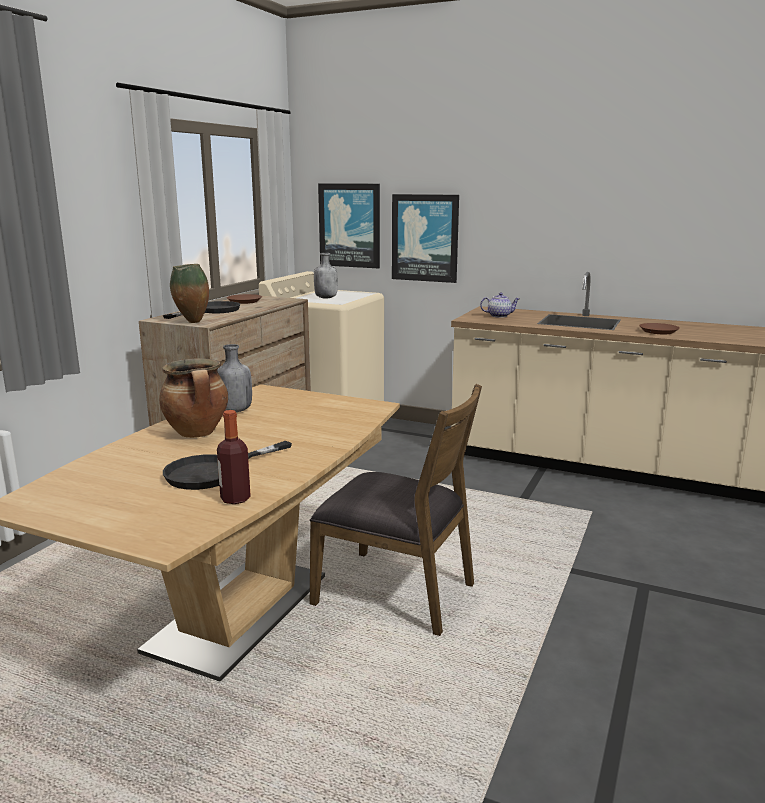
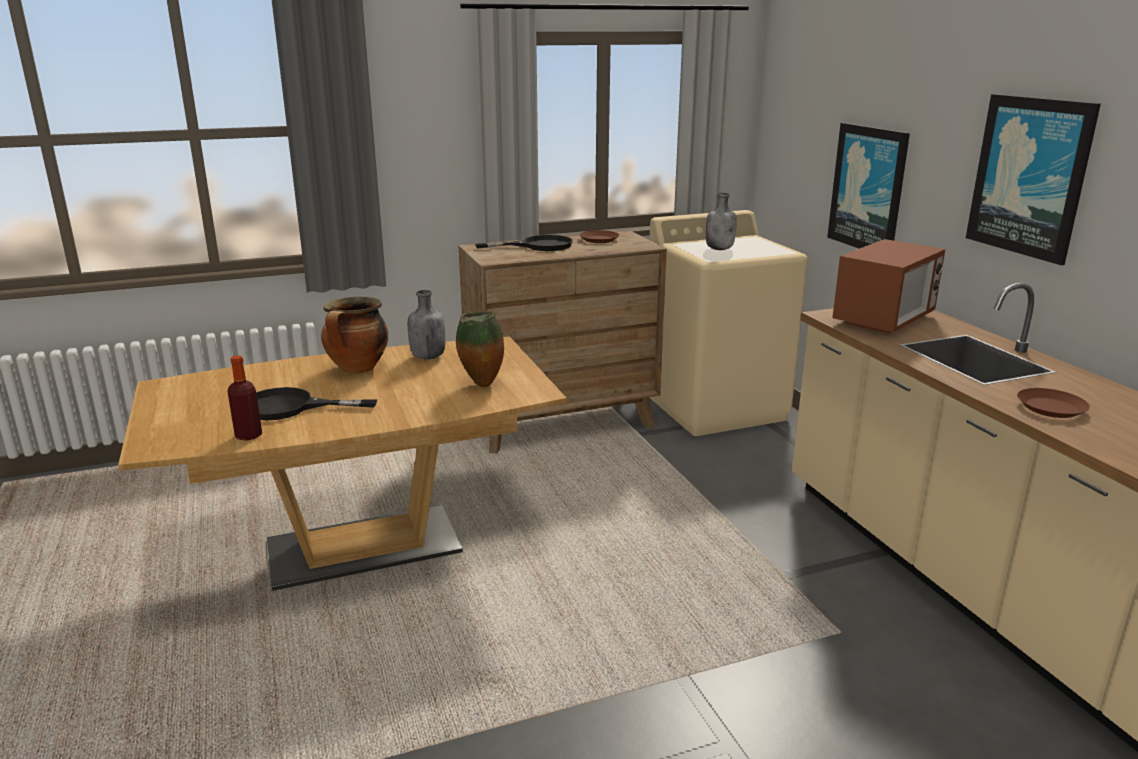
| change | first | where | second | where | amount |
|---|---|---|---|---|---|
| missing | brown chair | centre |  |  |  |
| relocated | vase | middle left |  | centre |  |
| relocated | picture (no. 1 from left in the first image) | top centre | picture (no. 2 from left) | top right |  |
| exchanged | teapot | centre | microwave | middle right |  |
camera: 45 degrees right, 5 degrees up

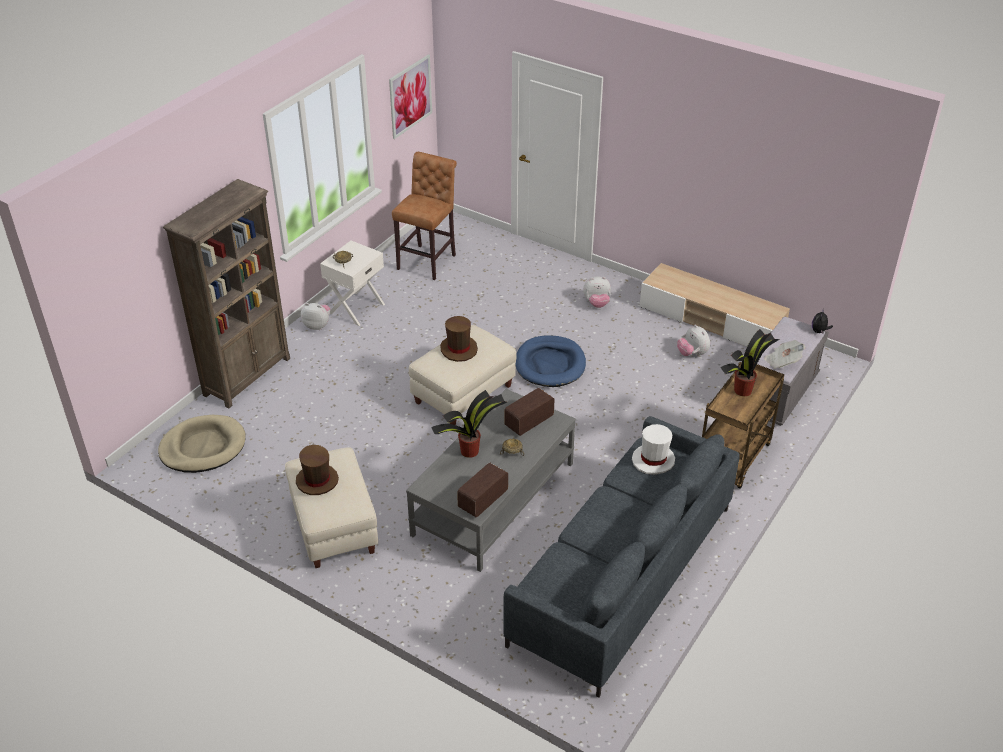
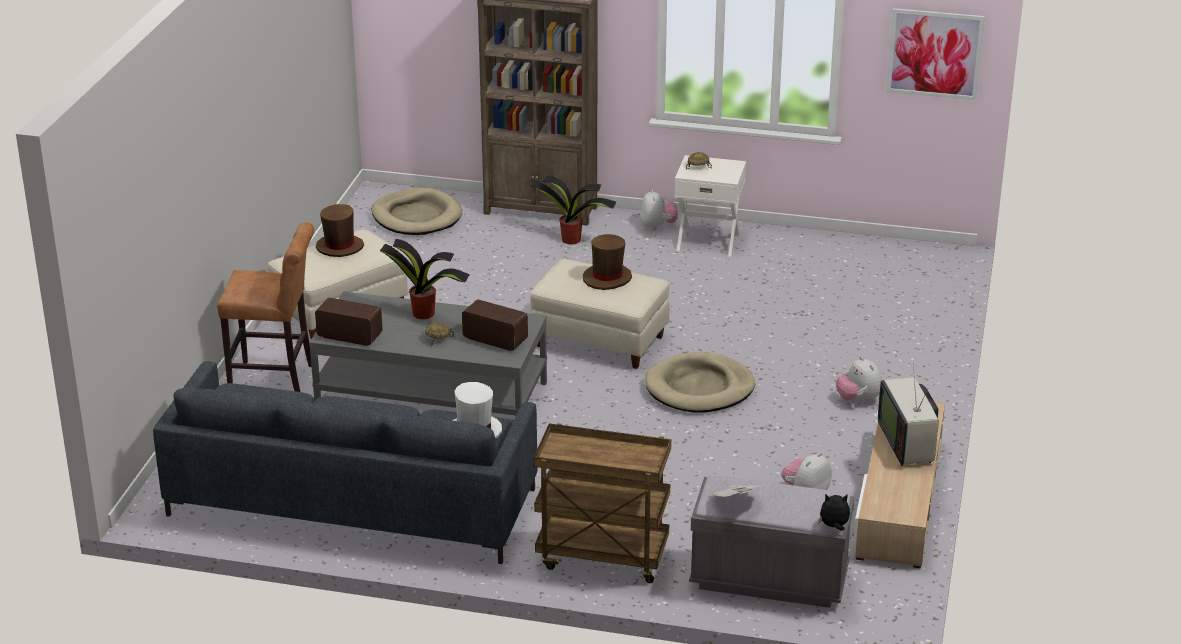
| change | first | where | second | where | amount |
|---|---|---|---|---|---|
| appeared |  |  | television | middle right |  |
| relocated | brown stool | top centre |  | middle left |  |
| relocated | potted plant (no. 2 from left) | middle right |  | top centre |  |
| colour | blue dog bed | centre | beige dog bed (no. 2 from left) | centre |  |
camera: 70 degrees right, 10 degrees down

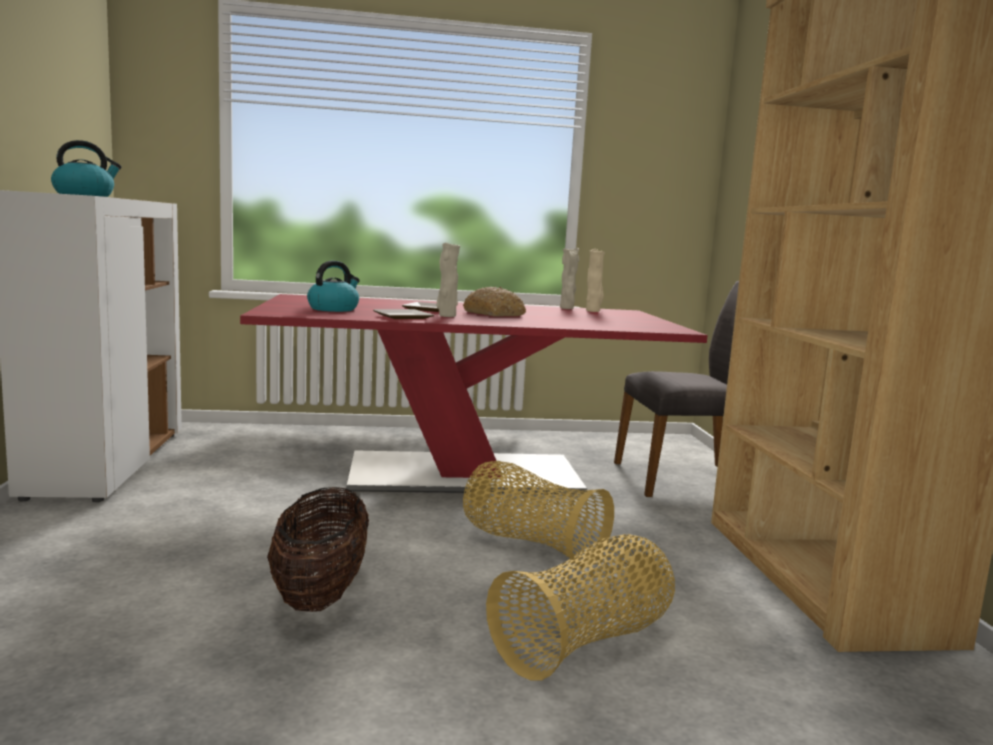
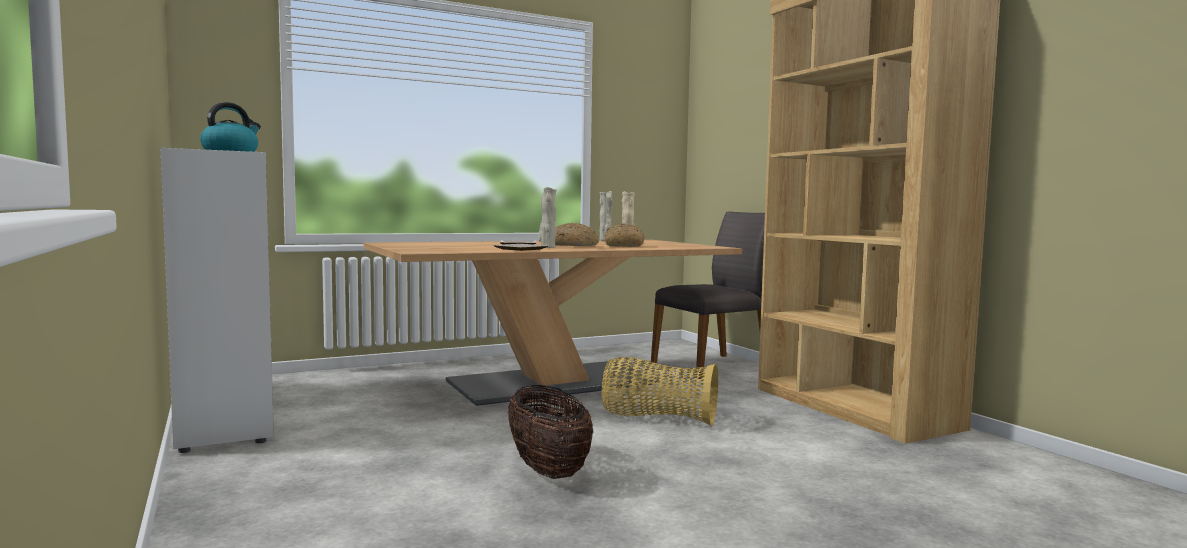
| change | first | where | second | where | amount |
|---|---|---|---|---|---|
| missing | kettle (no. 2 from left) | centre |  |  |  |
| missing | basket (no. 3 from left) | bottom centre |  |  |  |
| appeared |  |  | bread (no. 2 from left) | centre |  |
| colour | red dining table | centre | beige dining table | centre |  |
camera: 20 degrees left, 5 degrees down

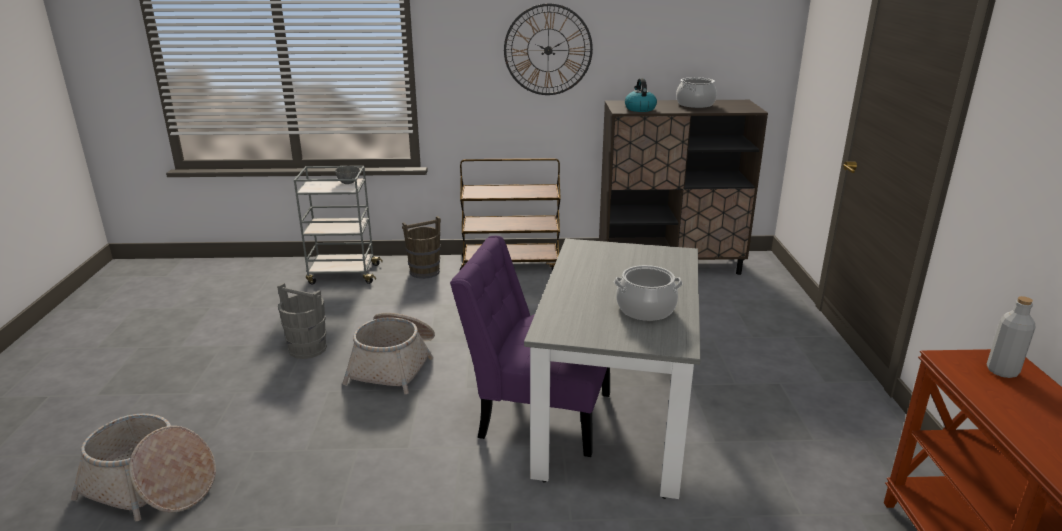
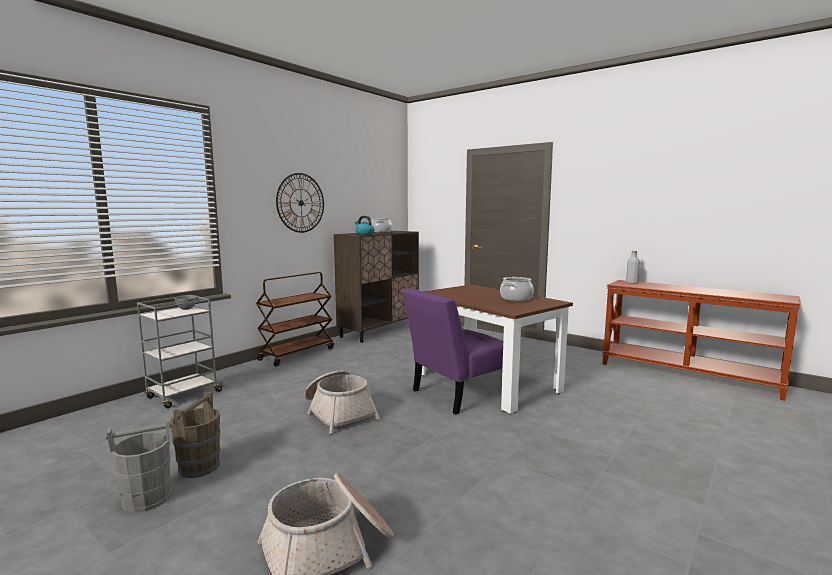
| change | first | where | second | where | amount |
|---|---|---|---|---|---|
| relocated | grey bucket | middle left |  | bottom left |  |
| relocated | brown bucket | centre |  | bottom left |  |
| colour | grey dining table | bottom centre | brown dining table | centre |  |
camera: 50 degrees left, 15 degrees down

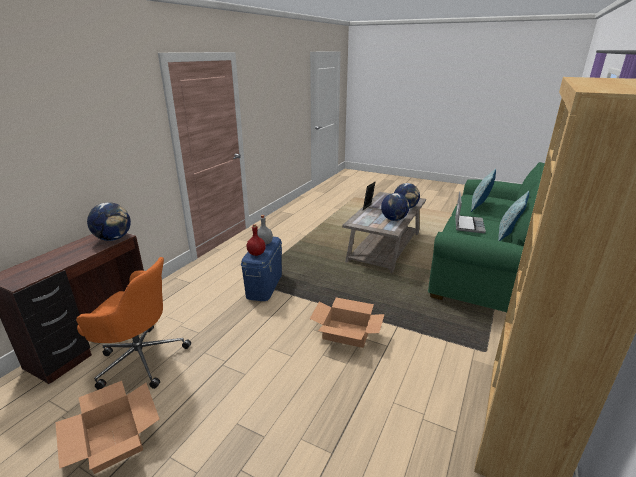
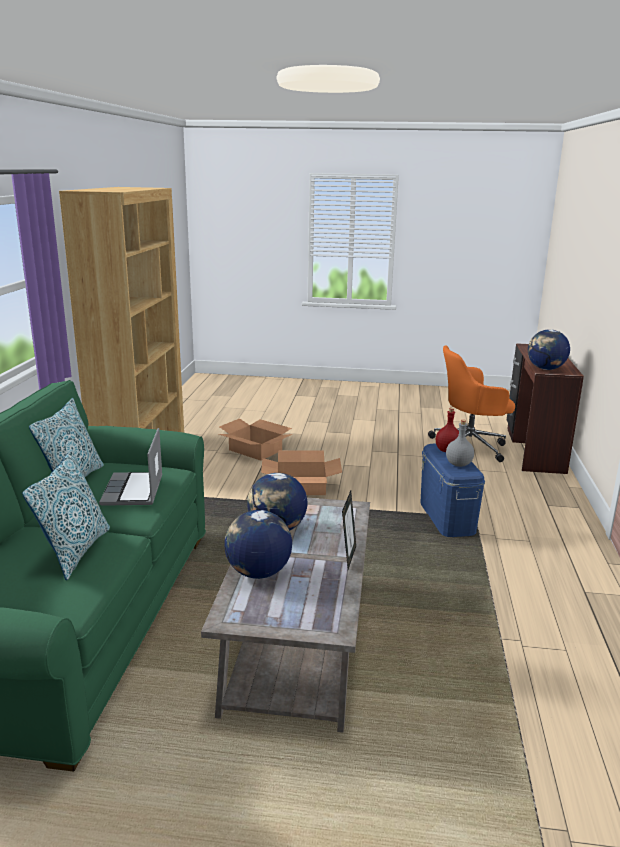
| change | first | where | second | where | amount |
|---|---|---|---|---|---|
| relocated | cardboard box (no. 1 from left) | bottom left |  | centre |  |
camera: 160 degrees right, 5 degrees down

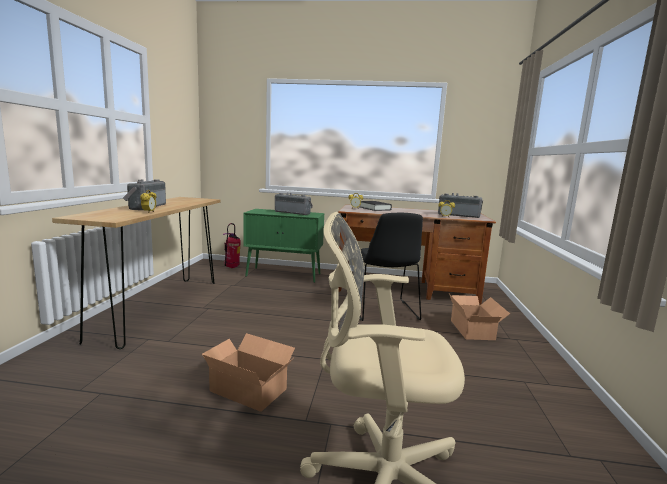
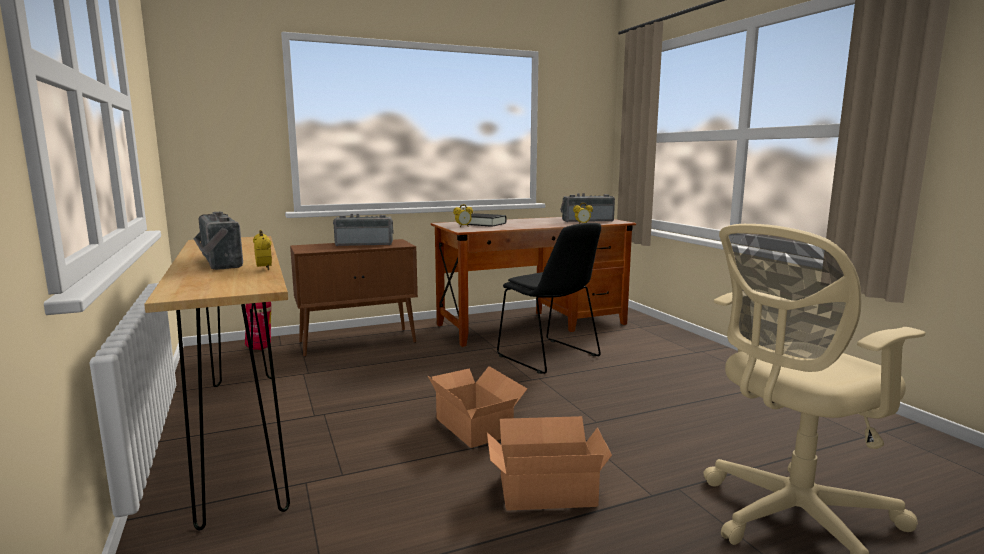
| change | first | where | second | where | amount |
|---|---|---|---|---|---|
| relocated | cardboard box (no. 2 from left in the first image) | middle right | cardboard box (no. 1 from left) | bottom centre |  |
| colour | green cabinet | centre | brown cabinet | centre |  |
camera: 30 degrees left, 0 degrees up

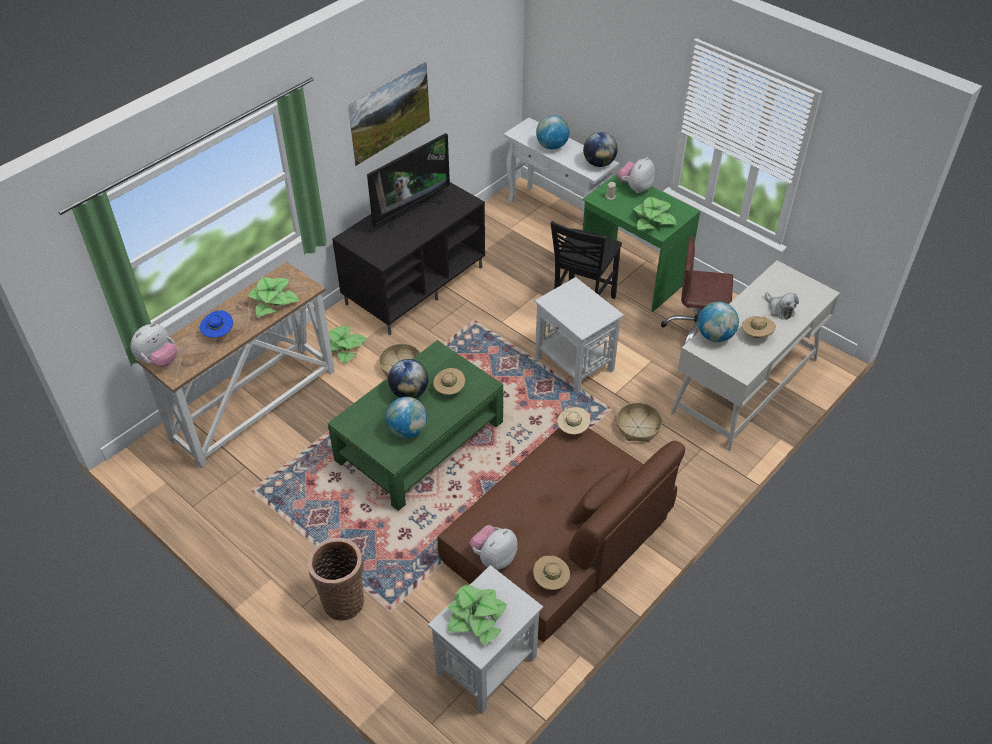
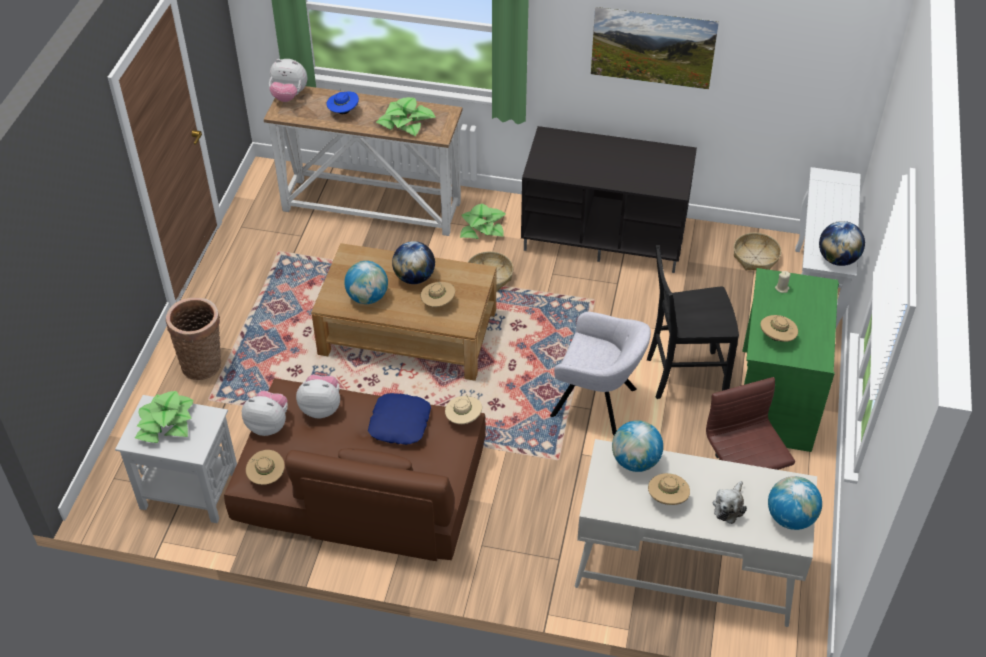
| change | first | where | second | where | amount |
|---|---|---|---|---|---|
| missing | television | top centre |  |  |  |
| appeared |  |  | blue pillow | centre |  |
| relocated | globe (no. 3 from left in the first image) | top centre | globe (no. 4 from left) | bottom right |  |
| relocated | basket (no. 3 from left) | centre |  | middle right |  |
| relocated | plush toy (no. 3 from left) | top centre |  | middle left |  |
| exchanged | white side table (no. 2 from left) | centre | grey armchair | centre |  |
| exchanged | potted plant (no. 4 from left) | top centre | beige hat (no. 5 from left) | middle right |  |
| colour | green coffee table | centre | brown coffee table | centre |  |
camera: 60 degrees right, 0 degrees up

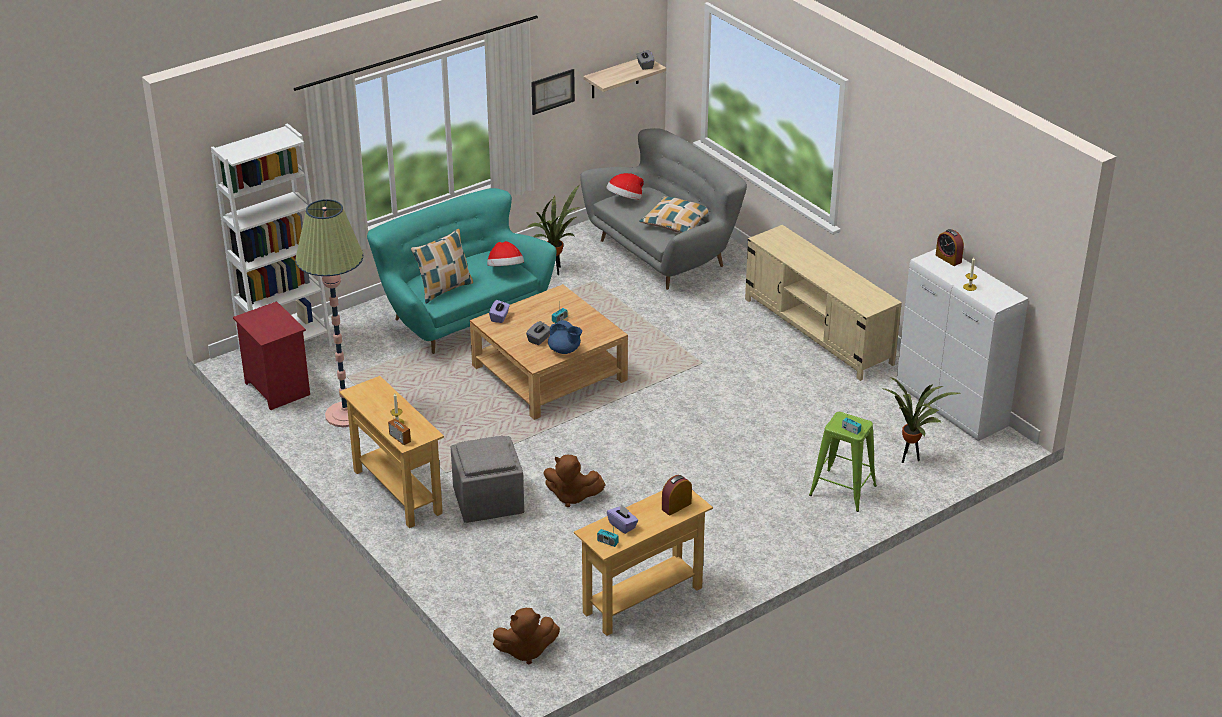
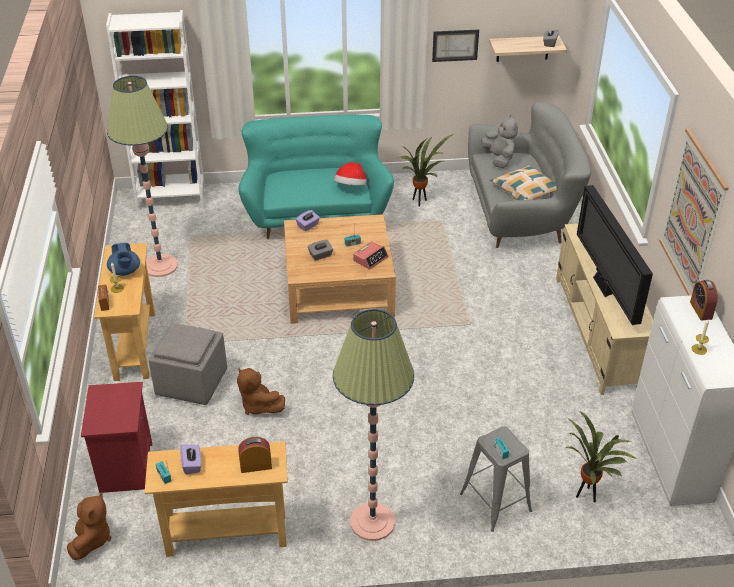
| change | first | where | second | where | amount |
|---|---|---|---|---|---|
| missing | pillow (no. 1 from left) | centre |  |  |  |
| appeared |  |  | floor lamp (no. 2 from left) | bottom centre |  |
| appeared |  |  | alarm clock (no. 2 from left) | centre |  |
| appeared |  |  | television | middle right |  |
| appeared |  |  | picture (no. 2 from left) | middle right |  |
| relocated | red nightstand | middle left |  | bottom left |  |
| relocated | blue teapot | centre |  | middle left |  |
| exchanged | hat (no. 2 from left) | top centre | grey plush toy | top right |  |
| colour | green stool | middle right | grey stool | bottom right |  |
| spun | brown plush toy (no. 1 from left) | bottom centre |  | bottom left | 105 degrees counterclockwise |
camera: 30 degrees right, 5 degrees up

